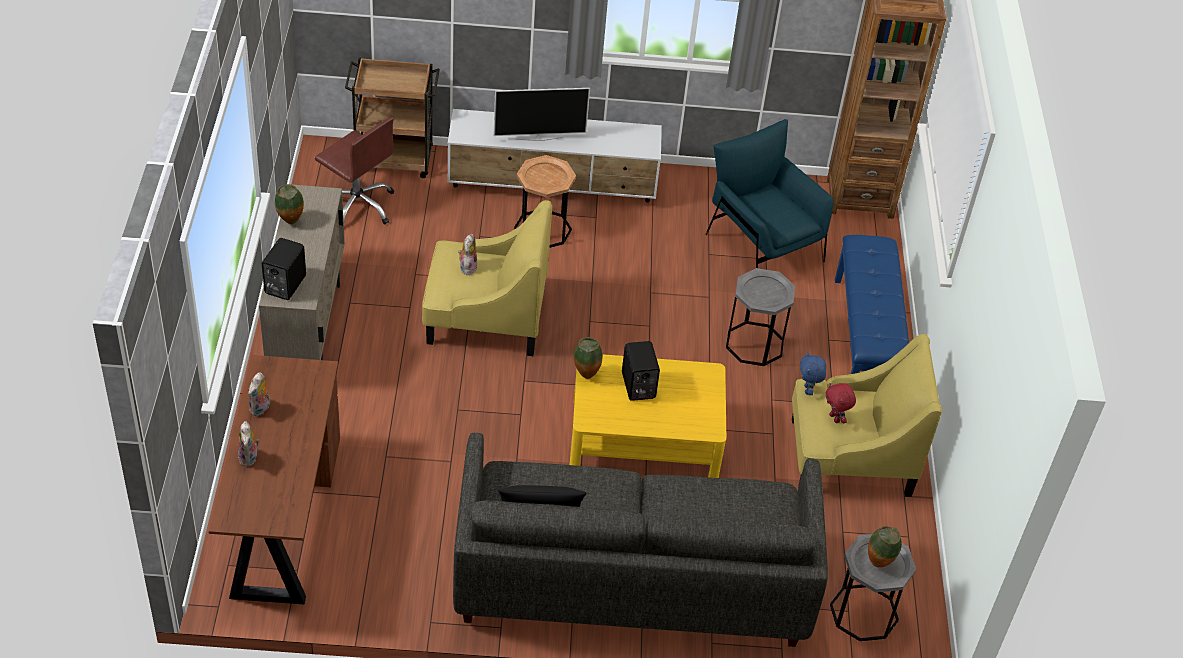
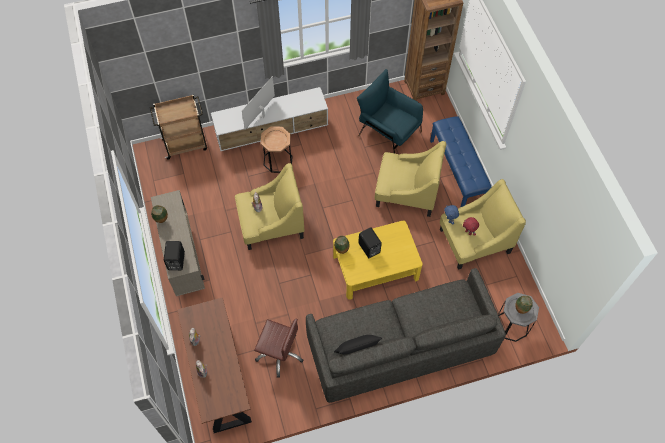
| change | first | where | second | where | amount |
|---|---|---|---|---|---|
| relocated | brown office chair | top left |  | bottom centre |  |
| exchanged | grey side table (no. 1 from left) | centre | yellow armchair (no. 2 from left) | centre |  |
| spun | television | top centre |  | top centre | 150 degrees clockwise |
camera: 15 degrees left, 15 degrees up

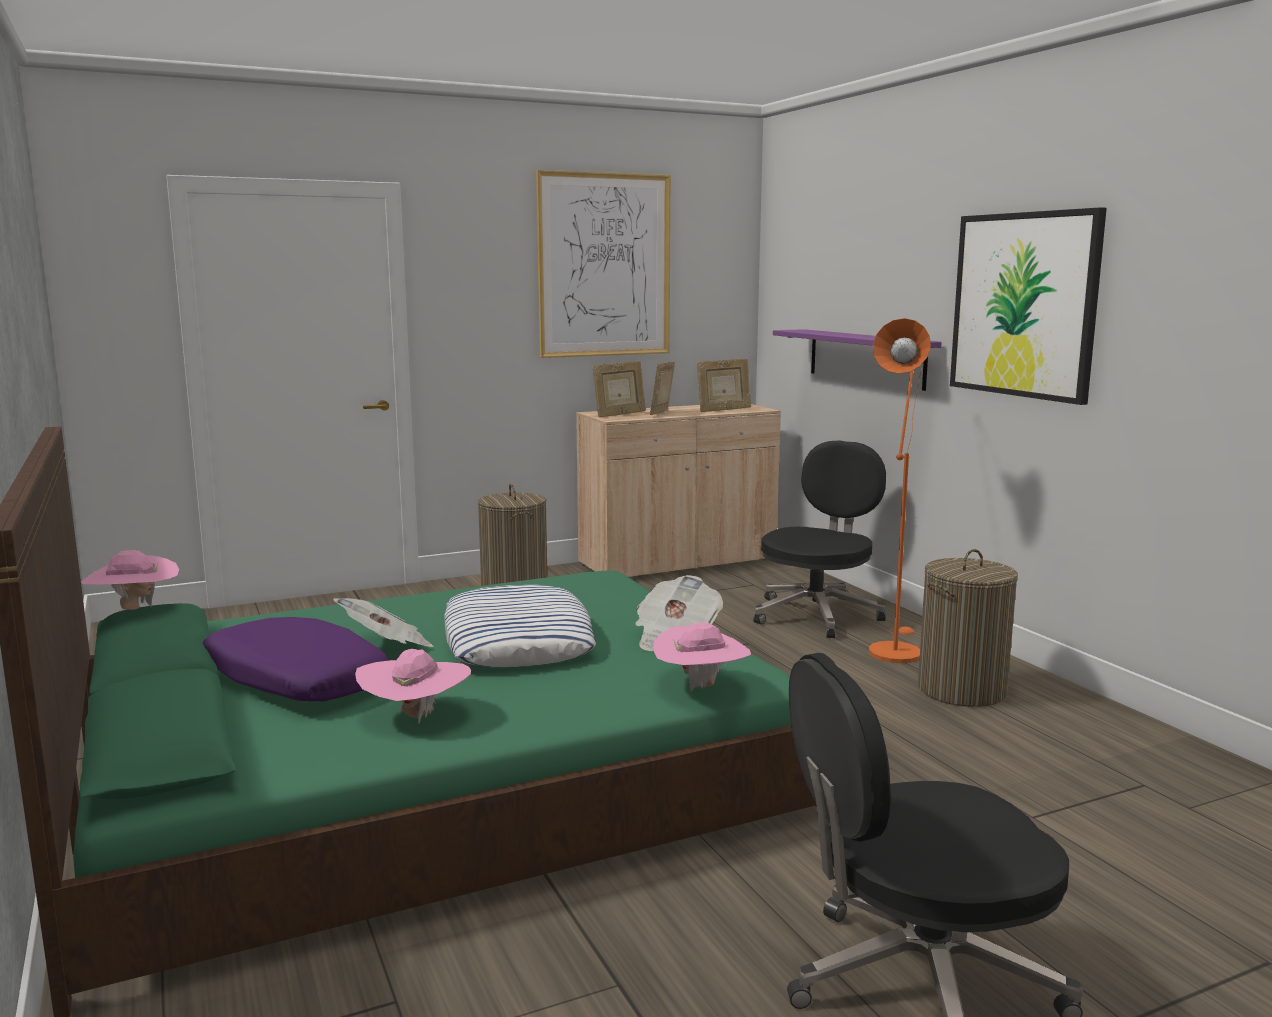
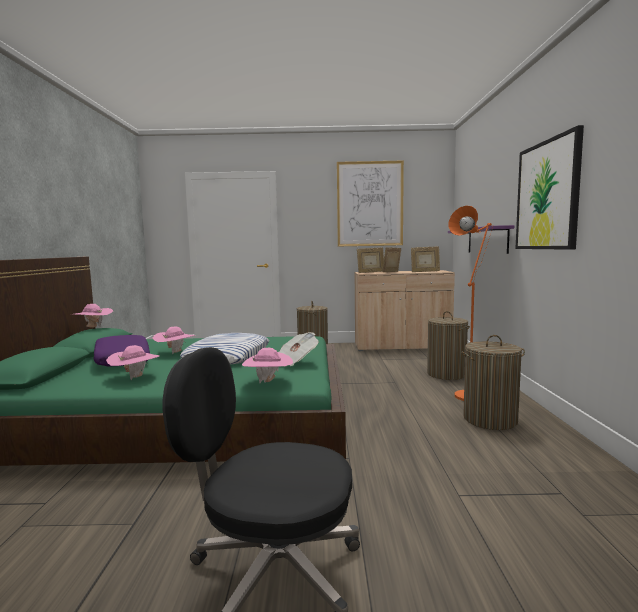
| change | first | where | second | where | amount |
|---|---|---|---|---|---|
| exchanged | newspaper (no. 1 from left) | middle left | pink hat (no. 3 from left) | middle left |  |
| exchanged | black office chair (no. 1 from left) | centre | laundry basket (no. 2 from left) | middle right |  |
camera: 25 degrees right, 5 degrees down

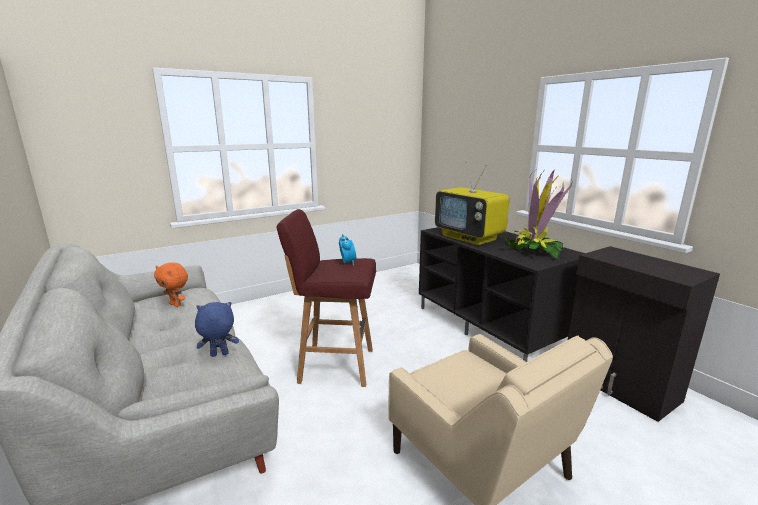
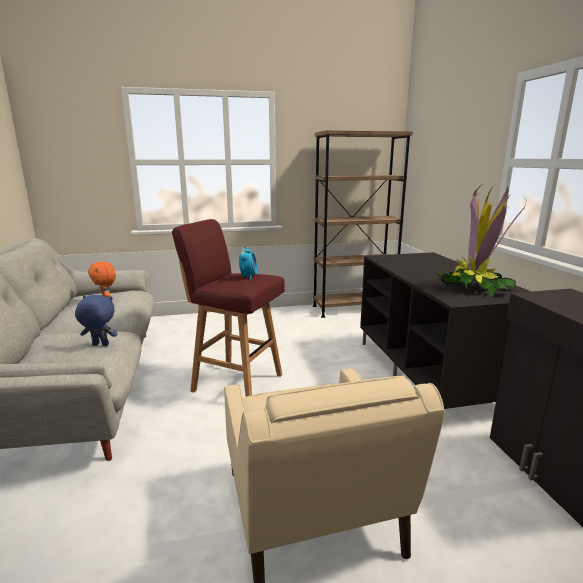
| change | first | where | second | where | amount |
|---|---|---|---|---|---|
| missing | television | centre |  |  |  |
| appeared |  |  | brown bookcase | centre |  |
camera: 20 degrees right, 0 degrees up

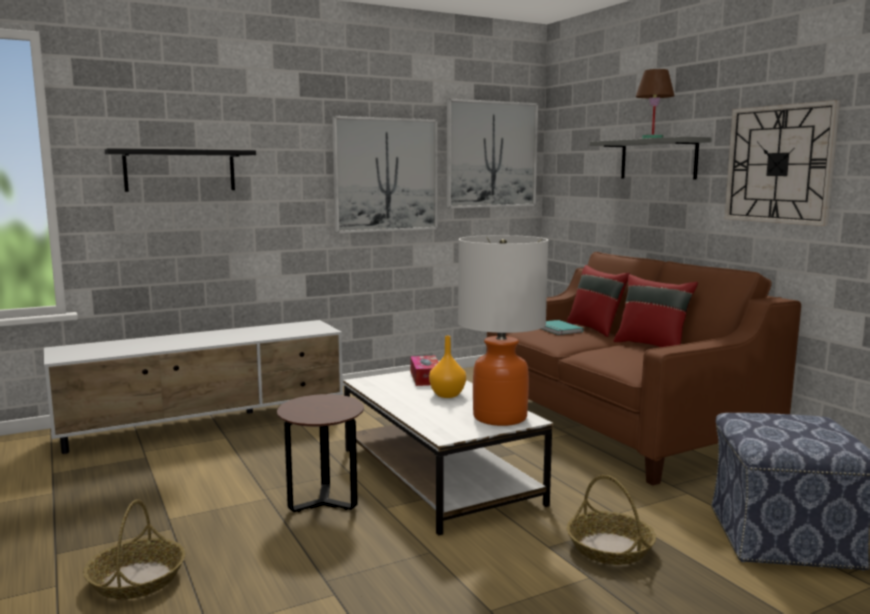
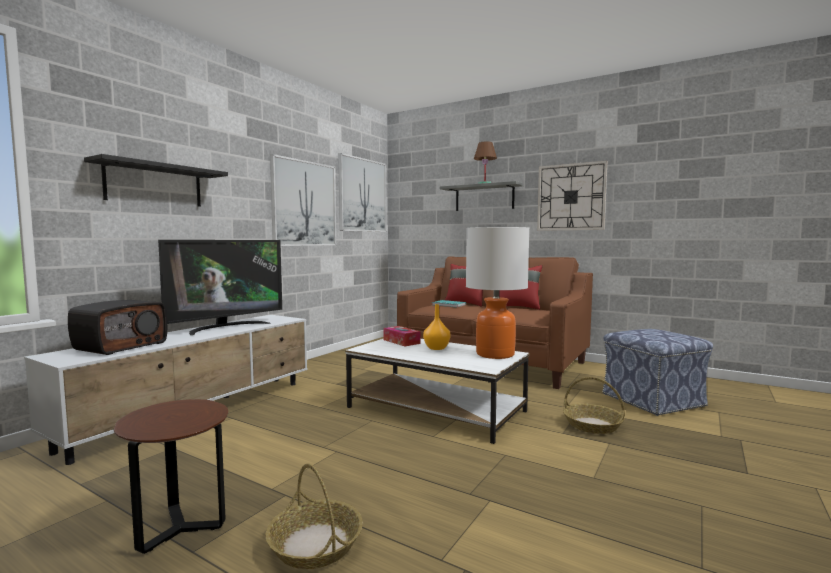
| change | first | where | second | where | amount |
|---|---|---|---|---|---|
| appeared |  |  | radio | middle left |  |
| appeared |  |  | television | middle left |  |
| relocated | brown side table | bottom centre |  | bottom left |  |
camera: 30 degrees left, 5 degrees down

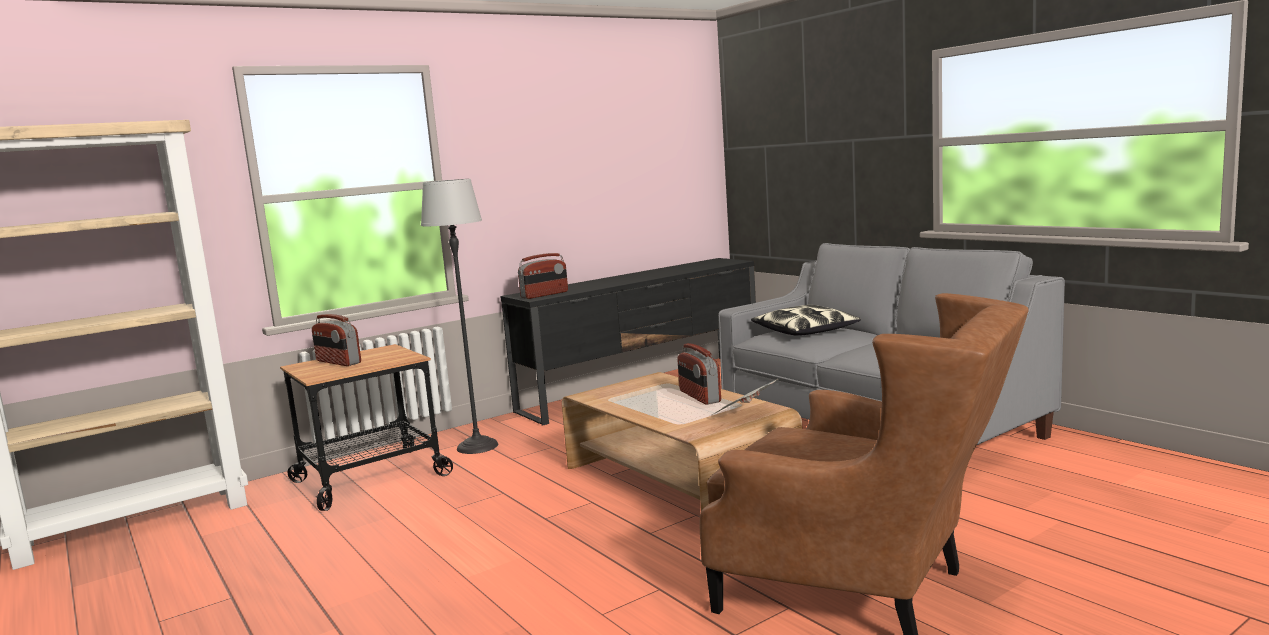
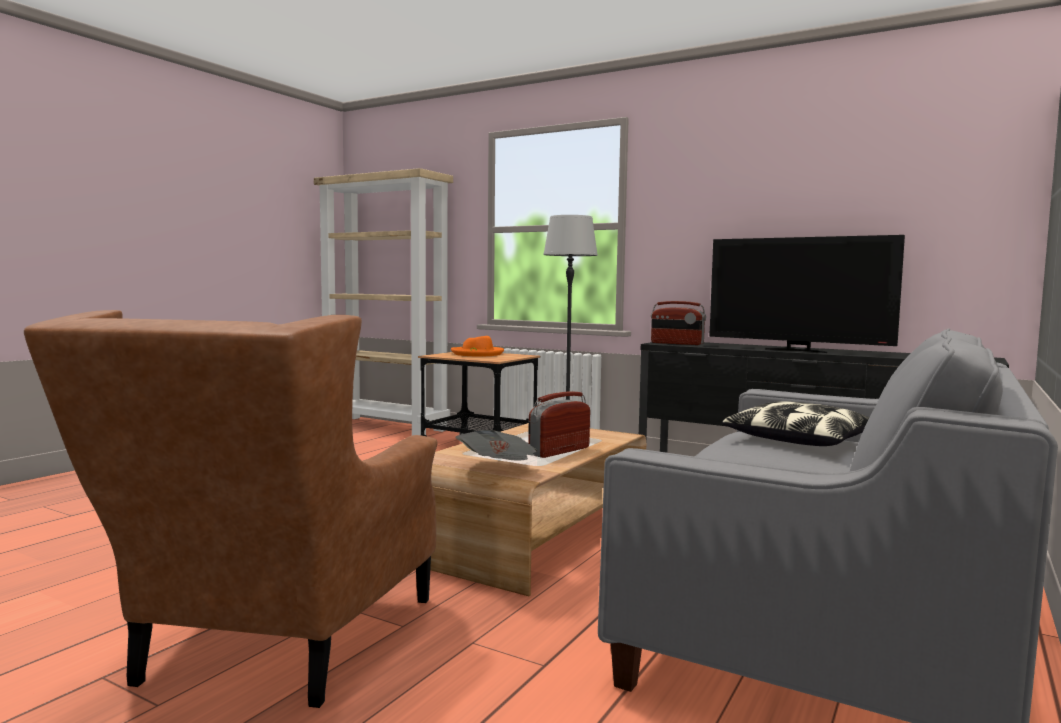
| change | first | where | second | where | amount |
|---|---|---|---|---|---|
| appeared |  |  | television | middle right |  |
| exchanged | radio (no. 1 from left) | middle left | orange hat | centre |  |
camera: 65 degrees right, 5 degrees down

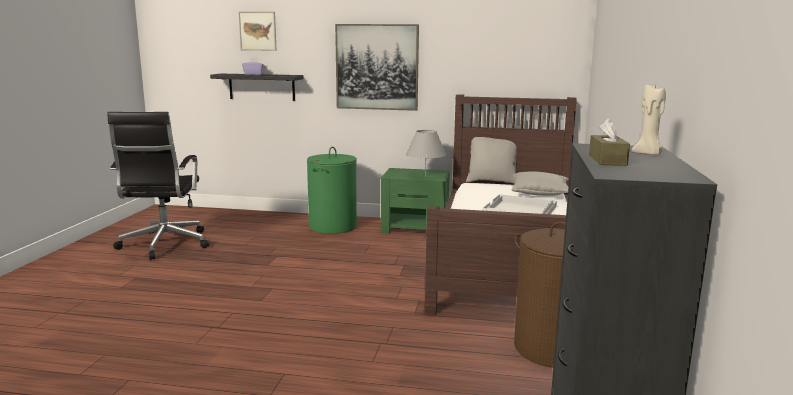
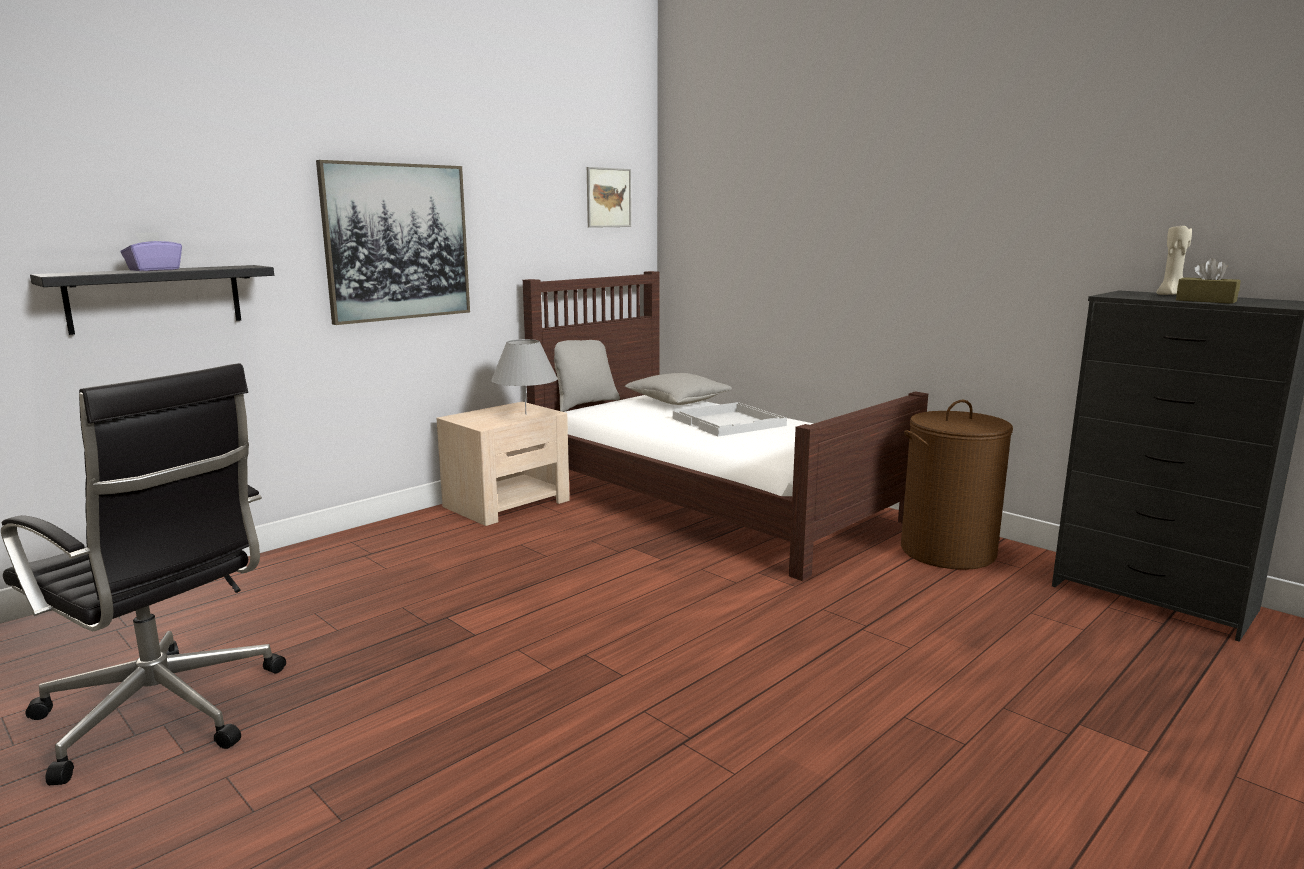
| change | first | where | second | where | amount |
|---|---|---|---|---|---|
| missing | green laundry basket | centre |  |  |  |
| relocated | picture (no. 1 from left in the first image) | top left | picture (no. 2 from left) | top centre |  |
| colour | green nightstand | centre | beige nightstand | centre |  |
camera: 55 degrees left, 0 degrees up

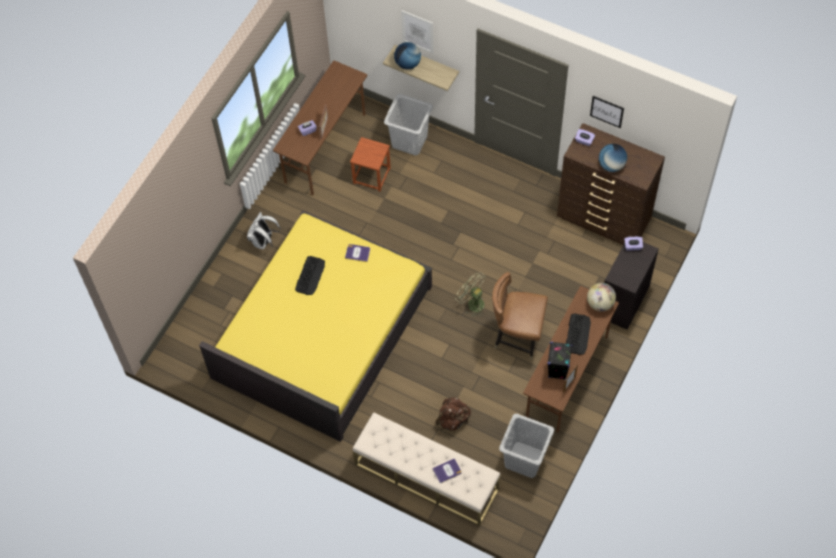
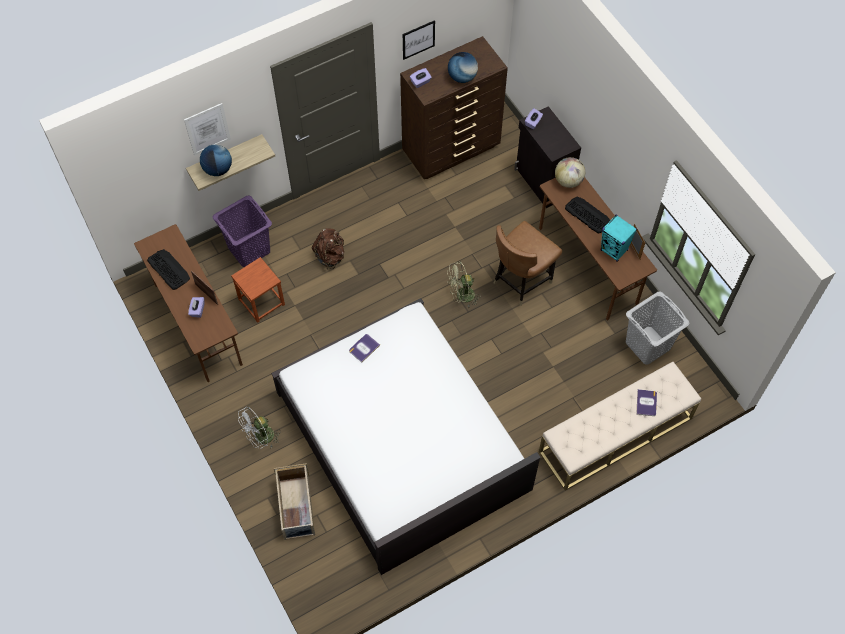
| change | first | where | second | where | amount |
|---|---|---|---|---|---|
| appeared |  |  | beige storage box | bottom centre |  |
| relocated | keyboard (no. 1 from left) | centre |  | middle left |  |
| relocated | brown backpack | bottom centre |  | centre |  |
| exchanged | white backpack | middle left | white fan | bottom left |  |
| colour | yellow bed | centre | white bed | bottom centre |  |
| colour | grey laundry basket (no. 1 from left) | top centre | purple laundry basket | middle left |  |
| colour | black speaker | middle right | turquoise speaker | middle right |  |
camera: 60 degrees left, 0 degrees up

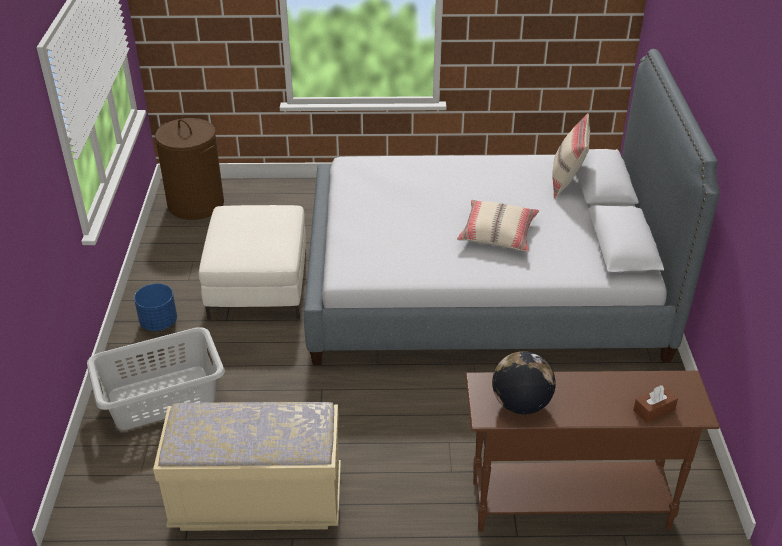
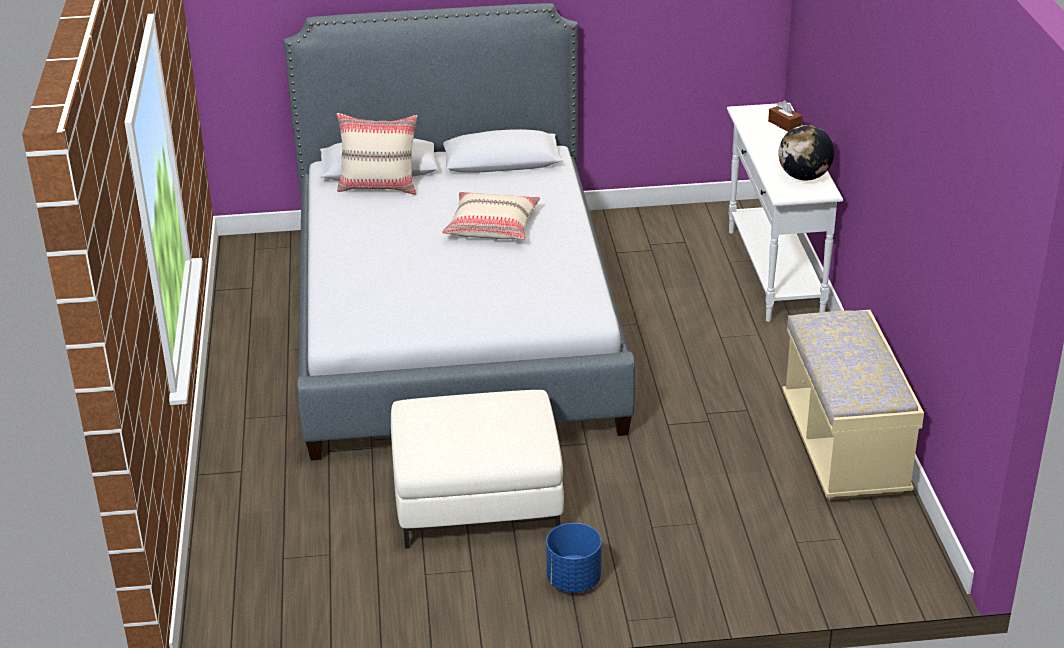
| change | first | where | second | where | amount |
|---|---|---|---|---|---|
| missing | grey laundry basket | bottom left |  |  |  |
| missing | brown laundry basket | top left |  |  |  |
| colour | brown console table | bottom right | white console table | top right |  |
camera: 95 degrees left, 5 degrees down

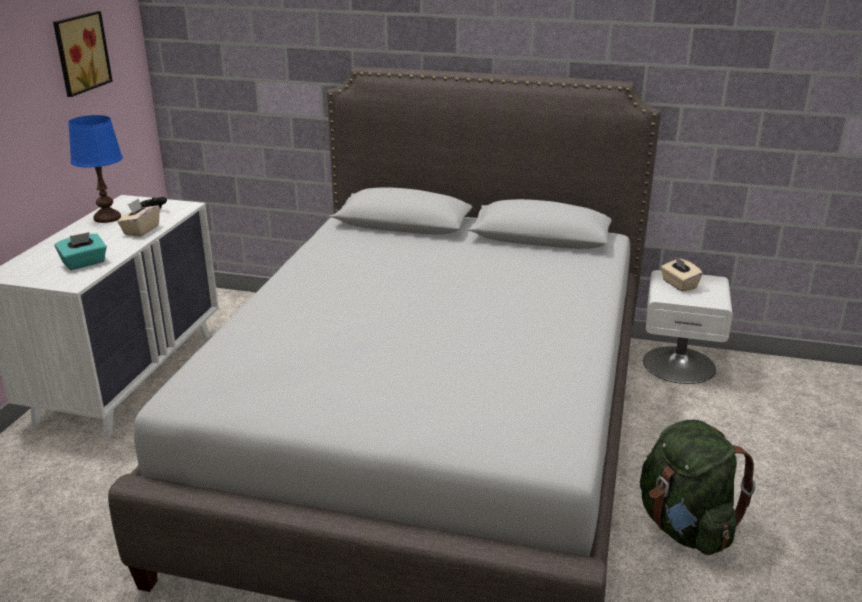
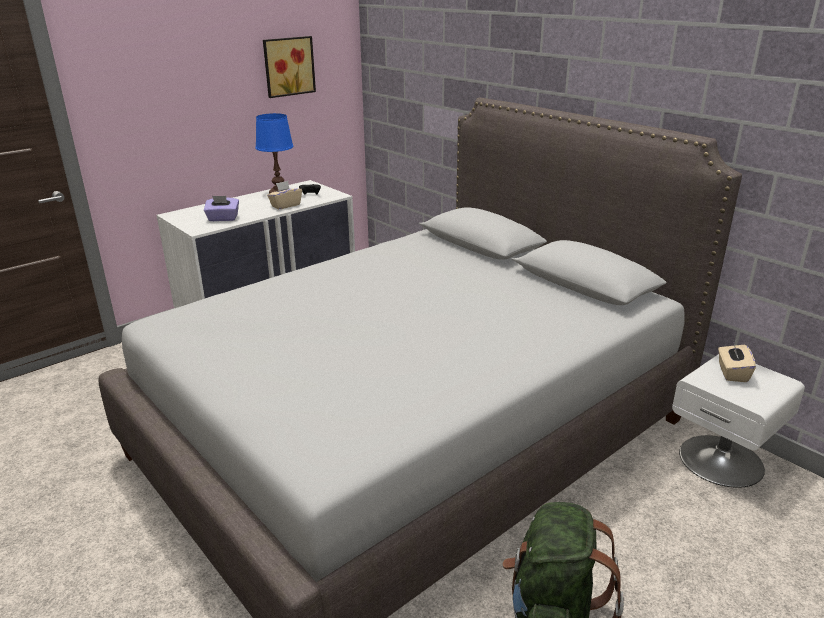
| change | first | where | second | where | amount |
|---|---|---|---|---|---|
| colour | turquoise tissue box | middle left | purple tissue box | middle left |  |
camera: 35 degrees right, 0 degrees up

